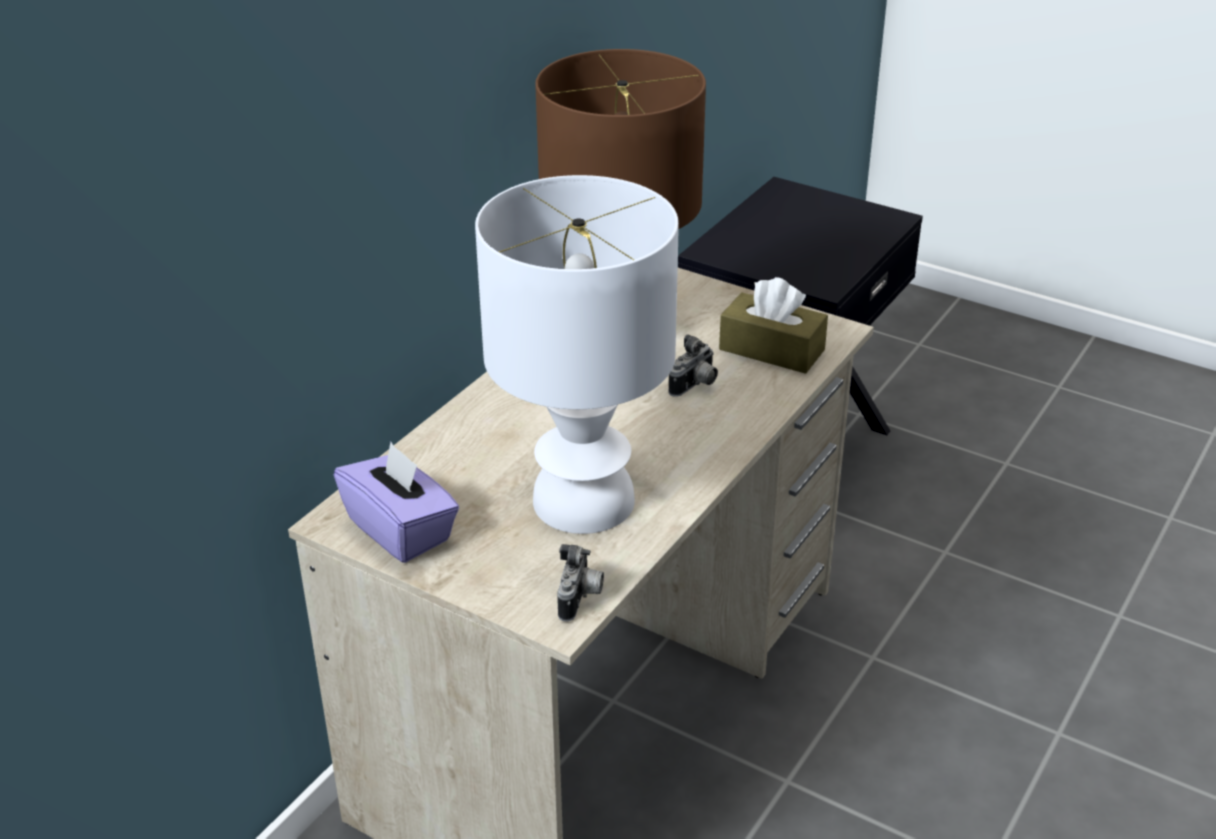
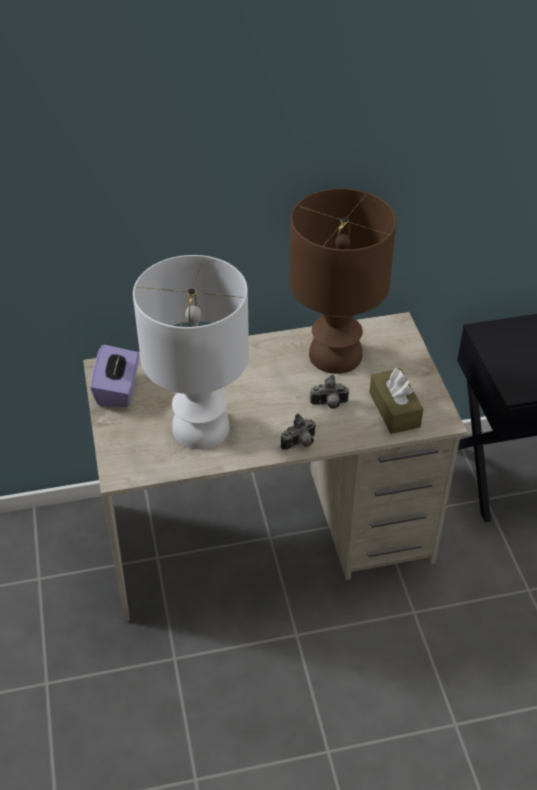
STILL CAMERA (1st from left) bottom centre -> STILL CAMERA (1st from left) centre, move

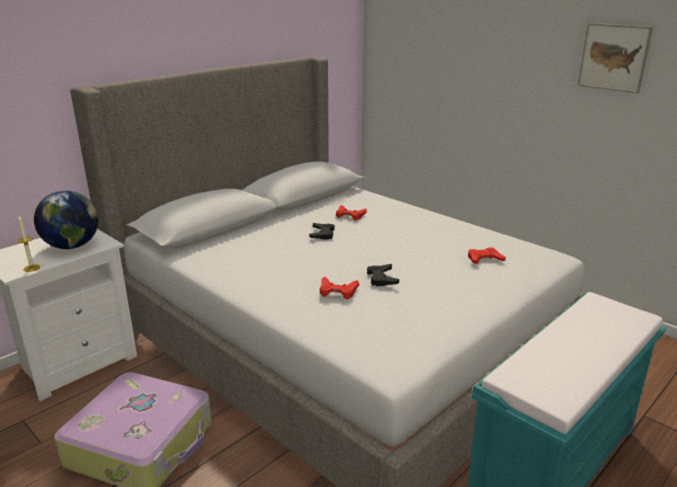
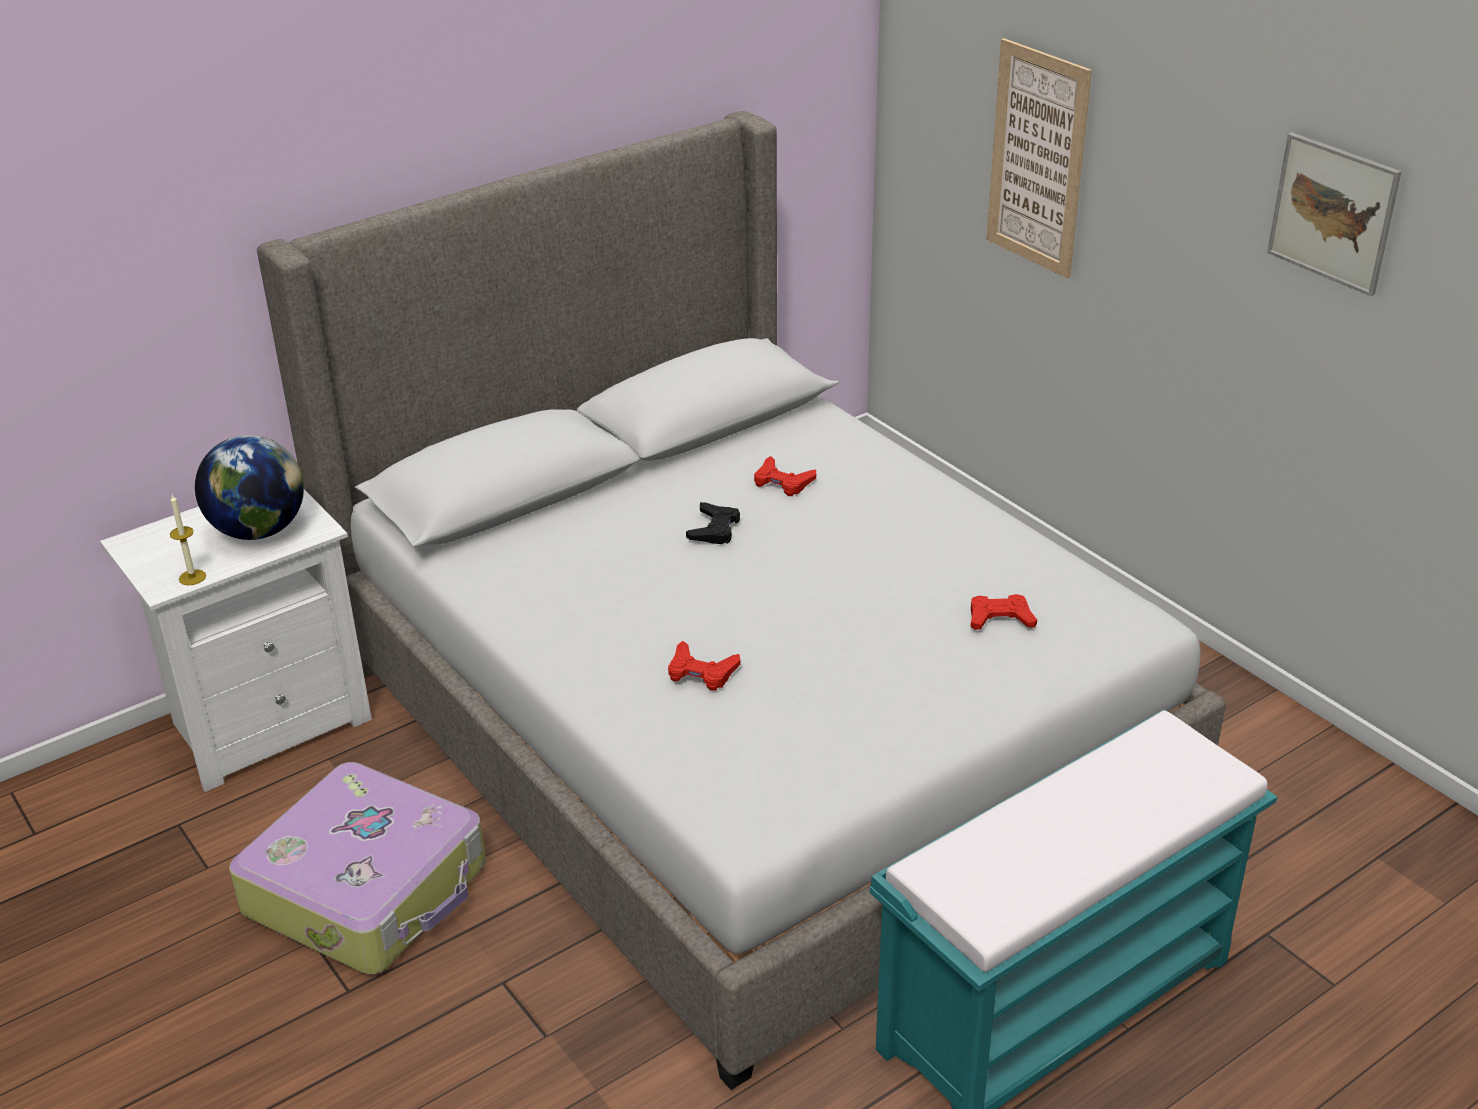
BLACK-COLOURED GAME CONTROLLER (2nd from left) centre -> none
none -> WALL ART (1st from left) top right

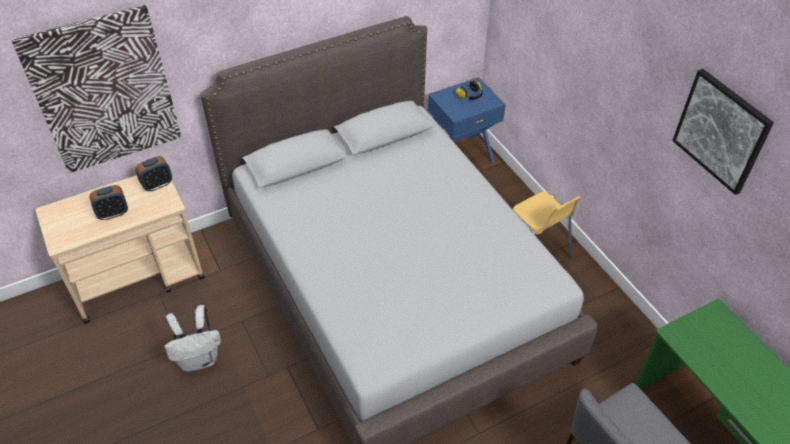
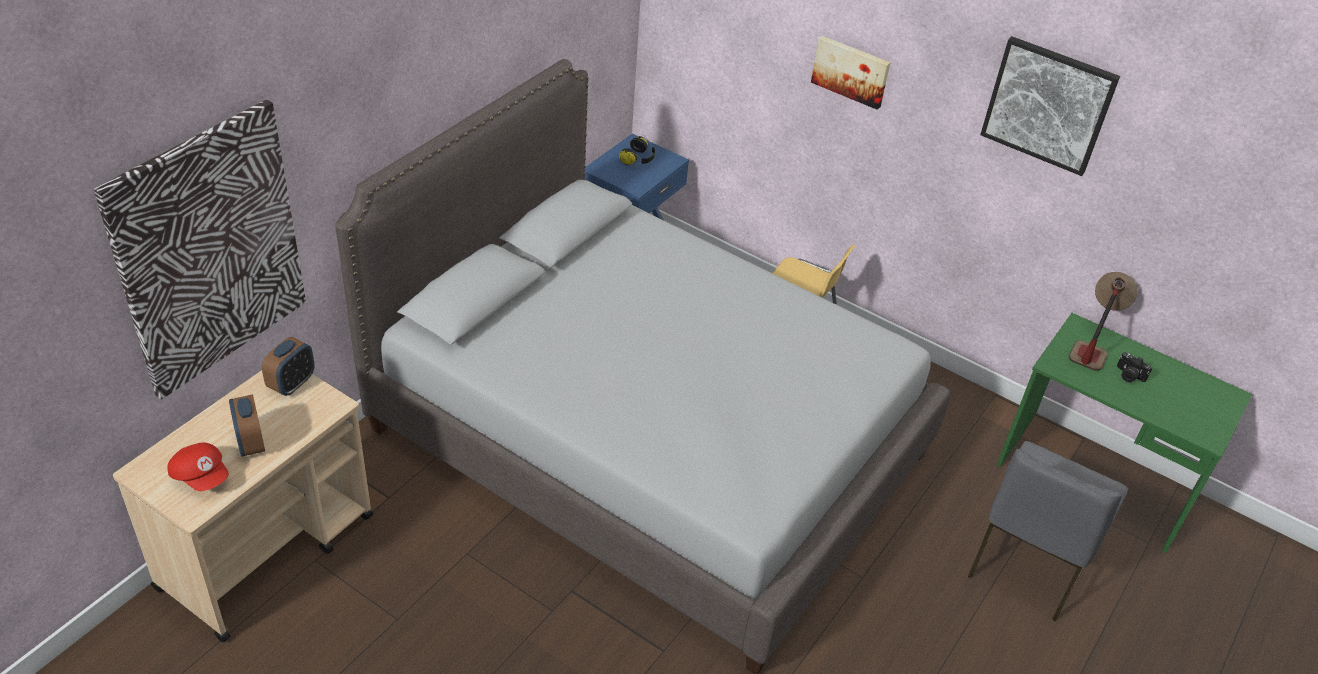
WHITISH KNAPSACK bottom left -> none
none -> REDDISH BASEBALL CAP bottom left
none -> WALL ART (2nd from left) top centre
none -> TABLE LAMP middle right
none -> STILL CAMERA middle right
TABLE CLOCK (1st from left) middle left, 120 degrees clockwise

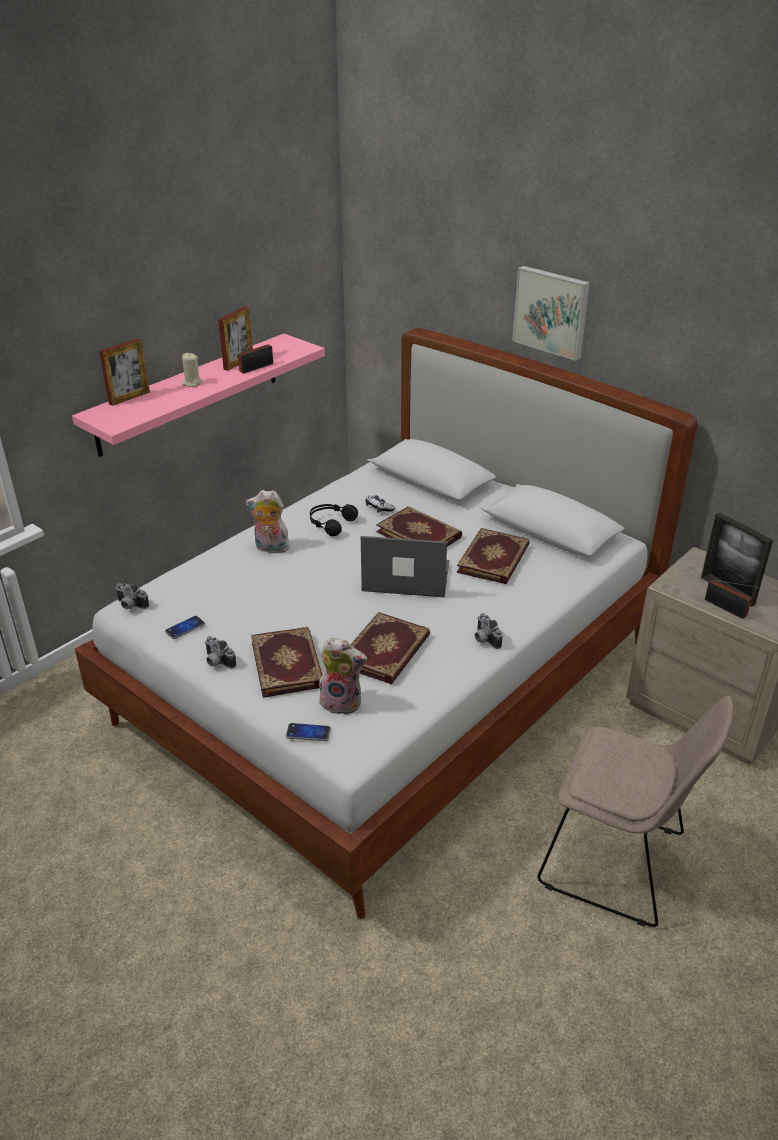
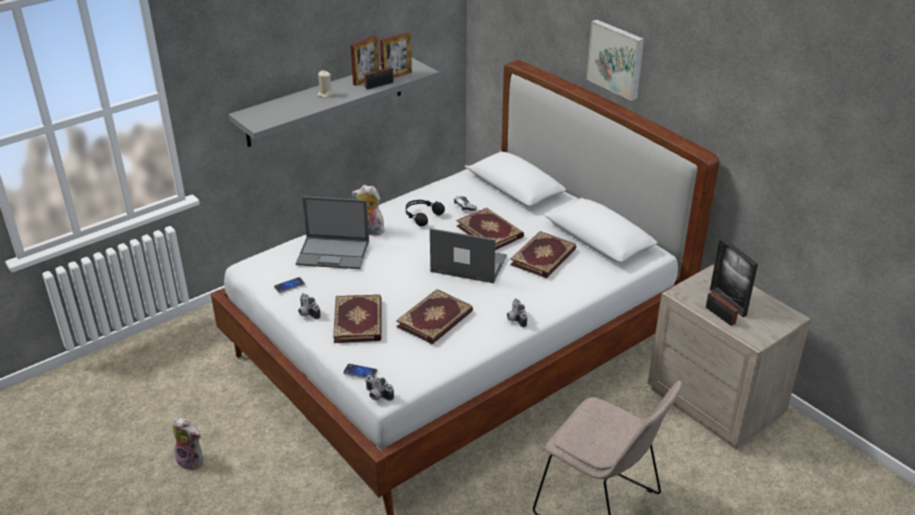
none -> PORTABLE COMPUTER (1st from left) centre
STANDING FRAME (1st from left in the first image) top left -> STANDING FRAME (2nd from left) top centre, move
STILL CAMERA (1st from left in the first image) middle left -> STILL CAMERA (2nd from left) bottom centre, move
PLUSH TOY (2nd from left in the first image) centre -> PLUSH TOY (1st from left) bottom left, move
PINK SHELF middle left -> GREYISH SHELF top centre

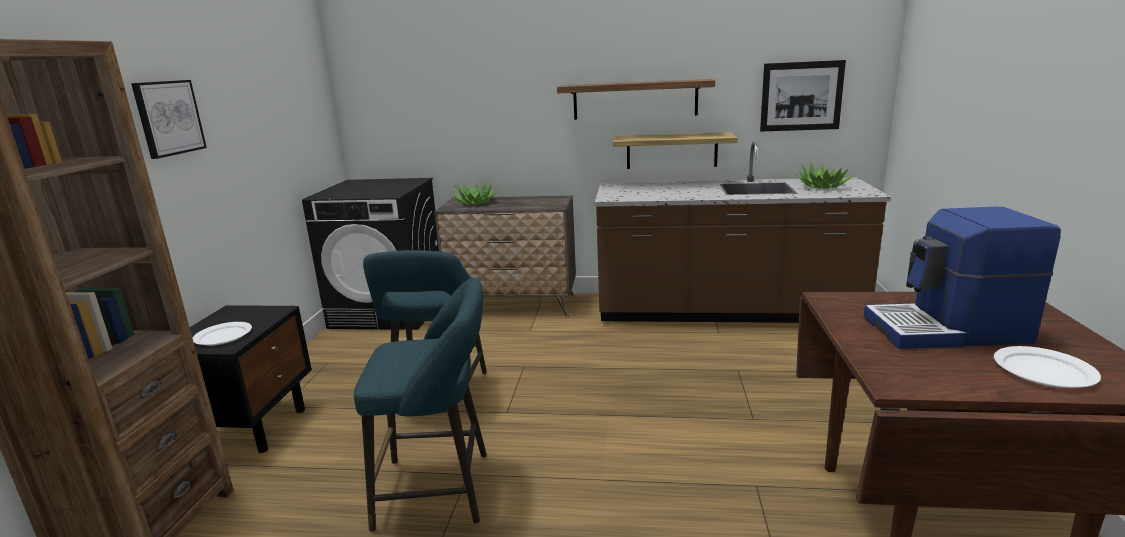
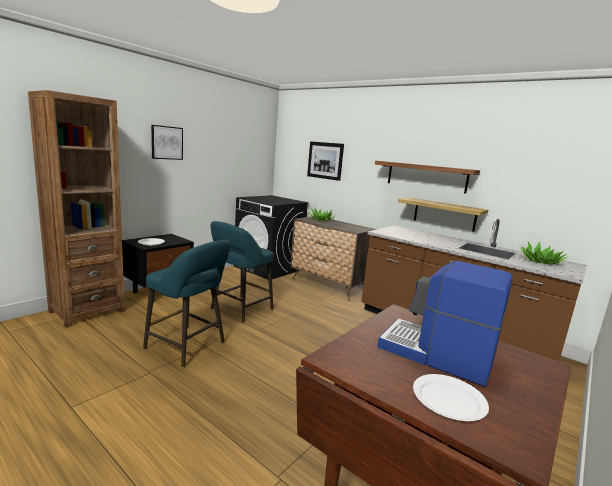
WALL ART (2nd from left) top right -> WALL ART (2nd from left) top centre, move

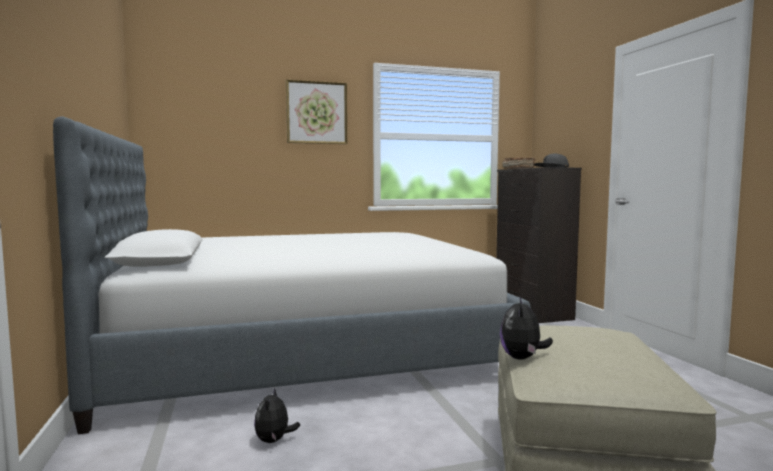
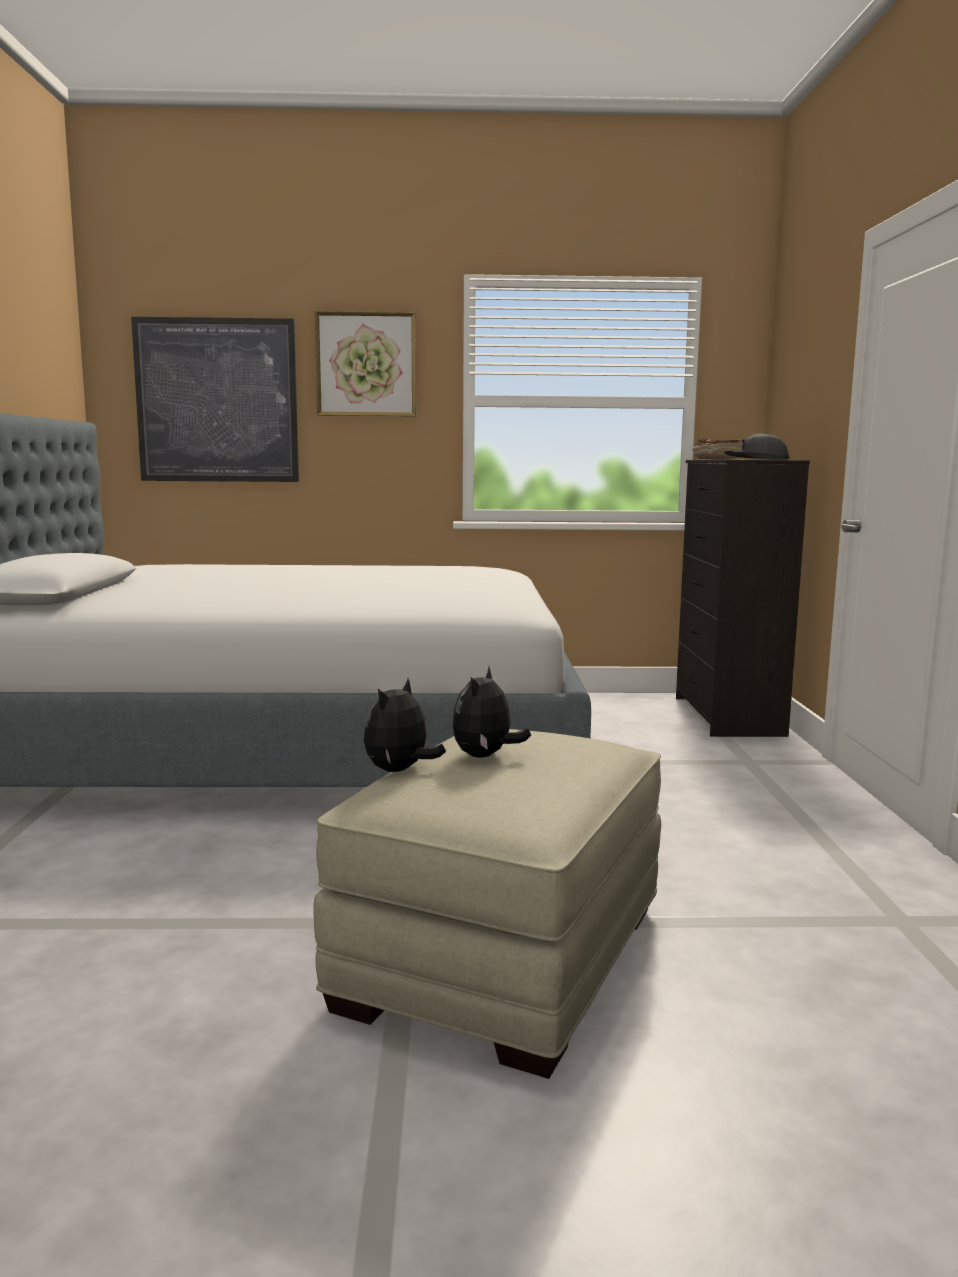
none -> WALL ART (1st from left) top left
PLUSH TOY (1st from left in the first image) bottom centre -> PLUSH TOY (2nd from left) centre, move

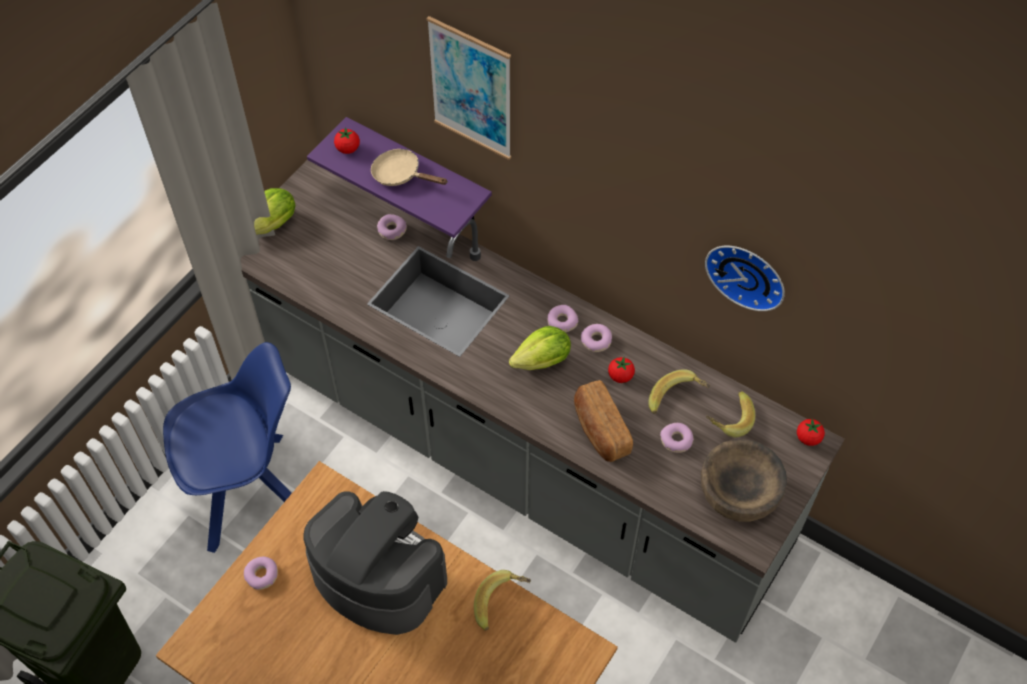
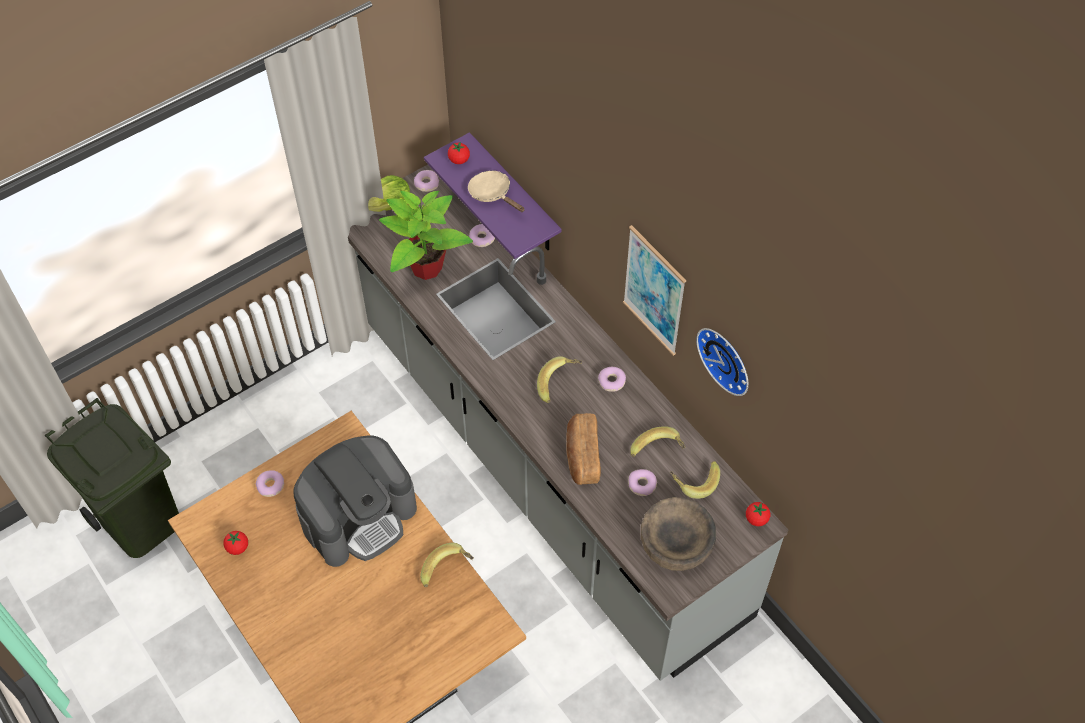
BLUISH PLAIN CHAIR middle left -> none
none -> POTTED PLANT top centre
WALL ART top centre -> WALL ART centre, move
RING DOUGHNUT (3rd from left in the first image) centre -> RING DOUGHNUT (2nd from left) top centre, move
WHOLE TOMATO (2nd from left in the first image) centre -> WHOLE TOMATO (1st from left) bottom left, move
LETTUCE HEAD (2nd from left) centre -> BANANA FRUIT (2nd from left) centre
COFFEE MACHINE bottom centre -> COFFEE MACHINE bottom left, 90 degrees clockwise

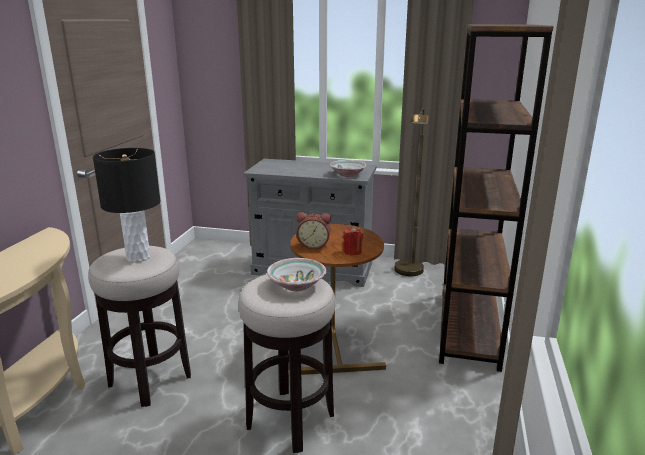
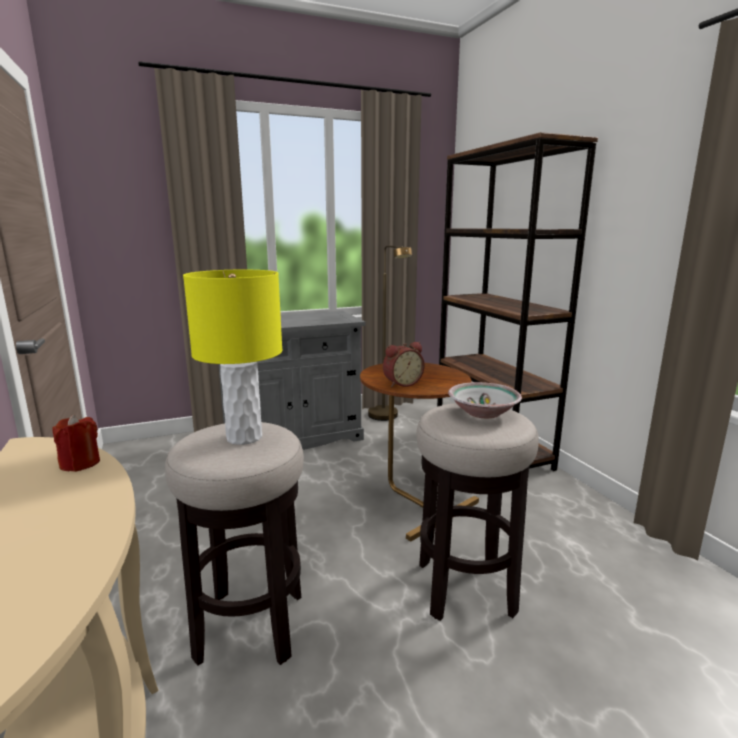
DEEP DISH (2nd from left) centre -> none
REDDISH WAX LIGHT centre -> REDDISH WAX LIGHT middle left, move
BLACK-COLOURED TABLE LAMP middle left -> YELLOW-COLOURED TABLE LAMP middle left

